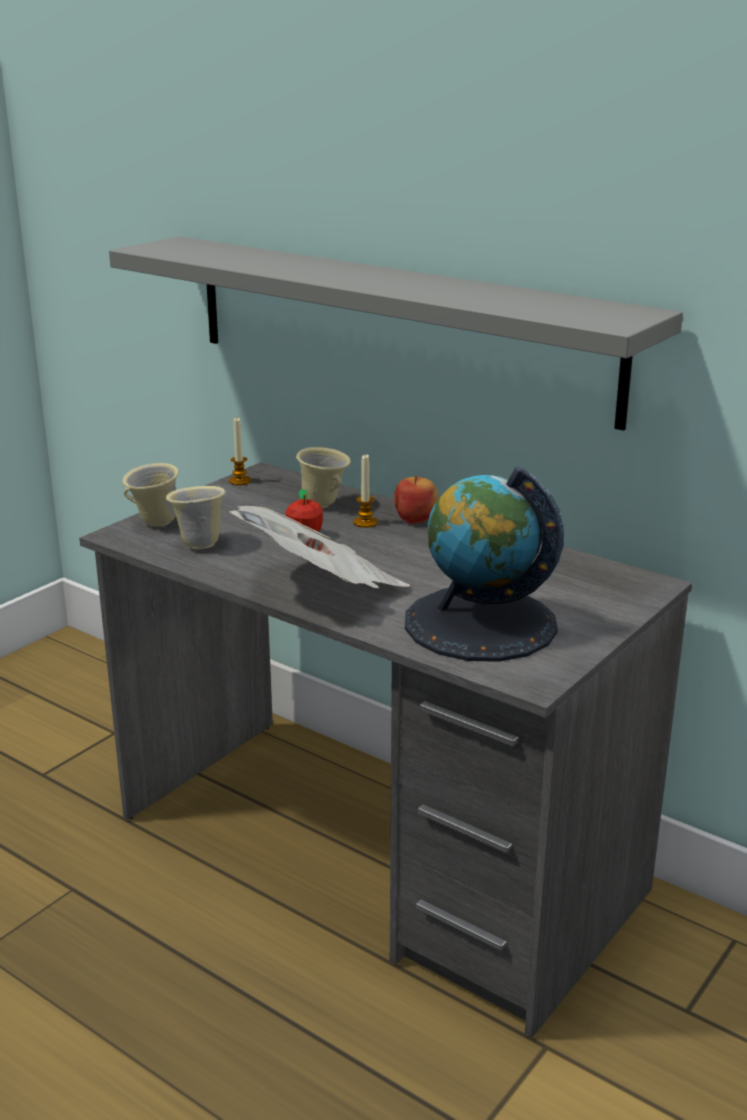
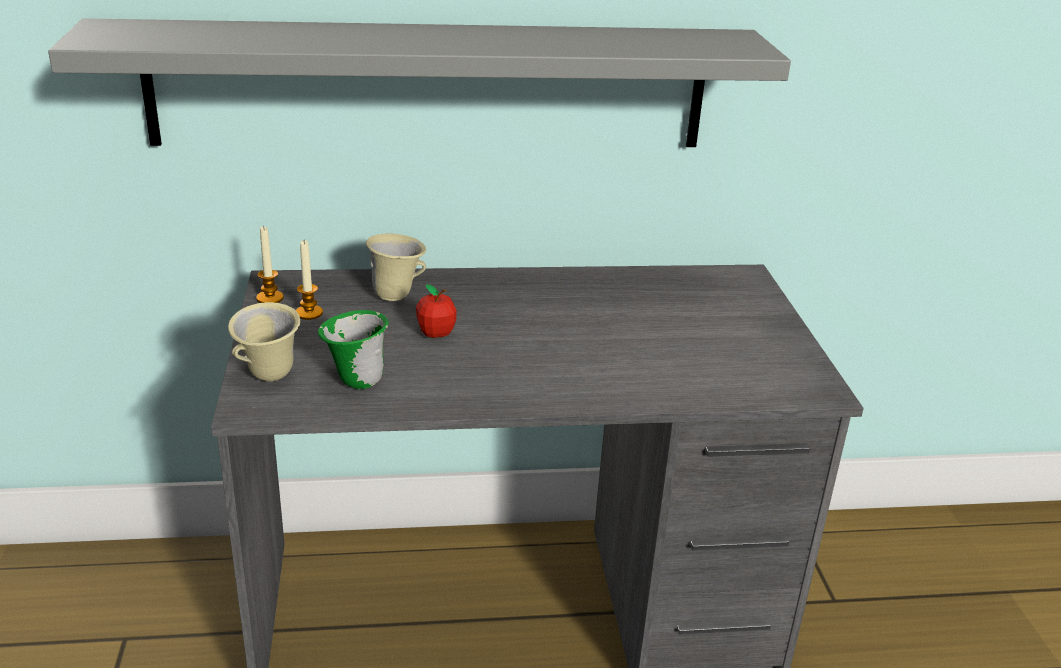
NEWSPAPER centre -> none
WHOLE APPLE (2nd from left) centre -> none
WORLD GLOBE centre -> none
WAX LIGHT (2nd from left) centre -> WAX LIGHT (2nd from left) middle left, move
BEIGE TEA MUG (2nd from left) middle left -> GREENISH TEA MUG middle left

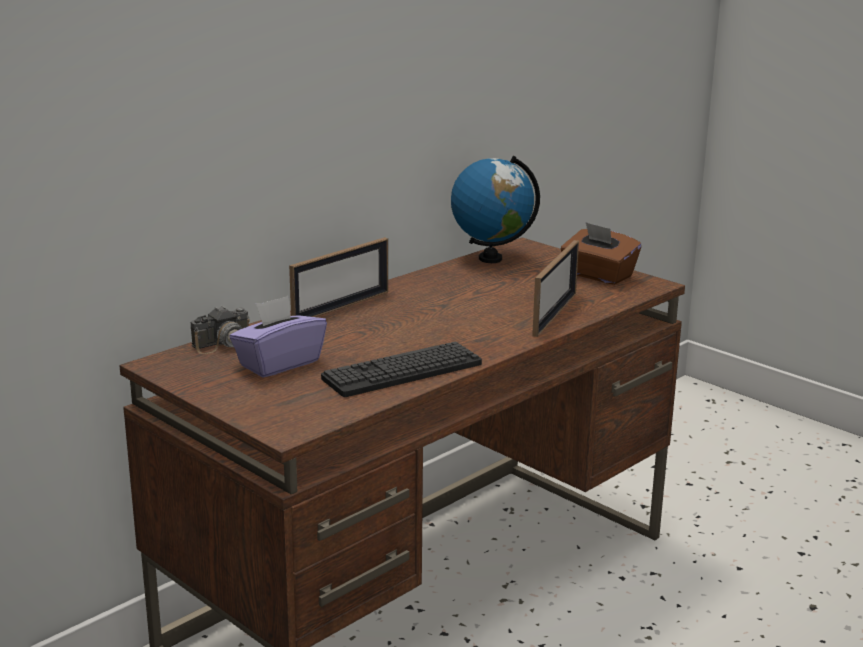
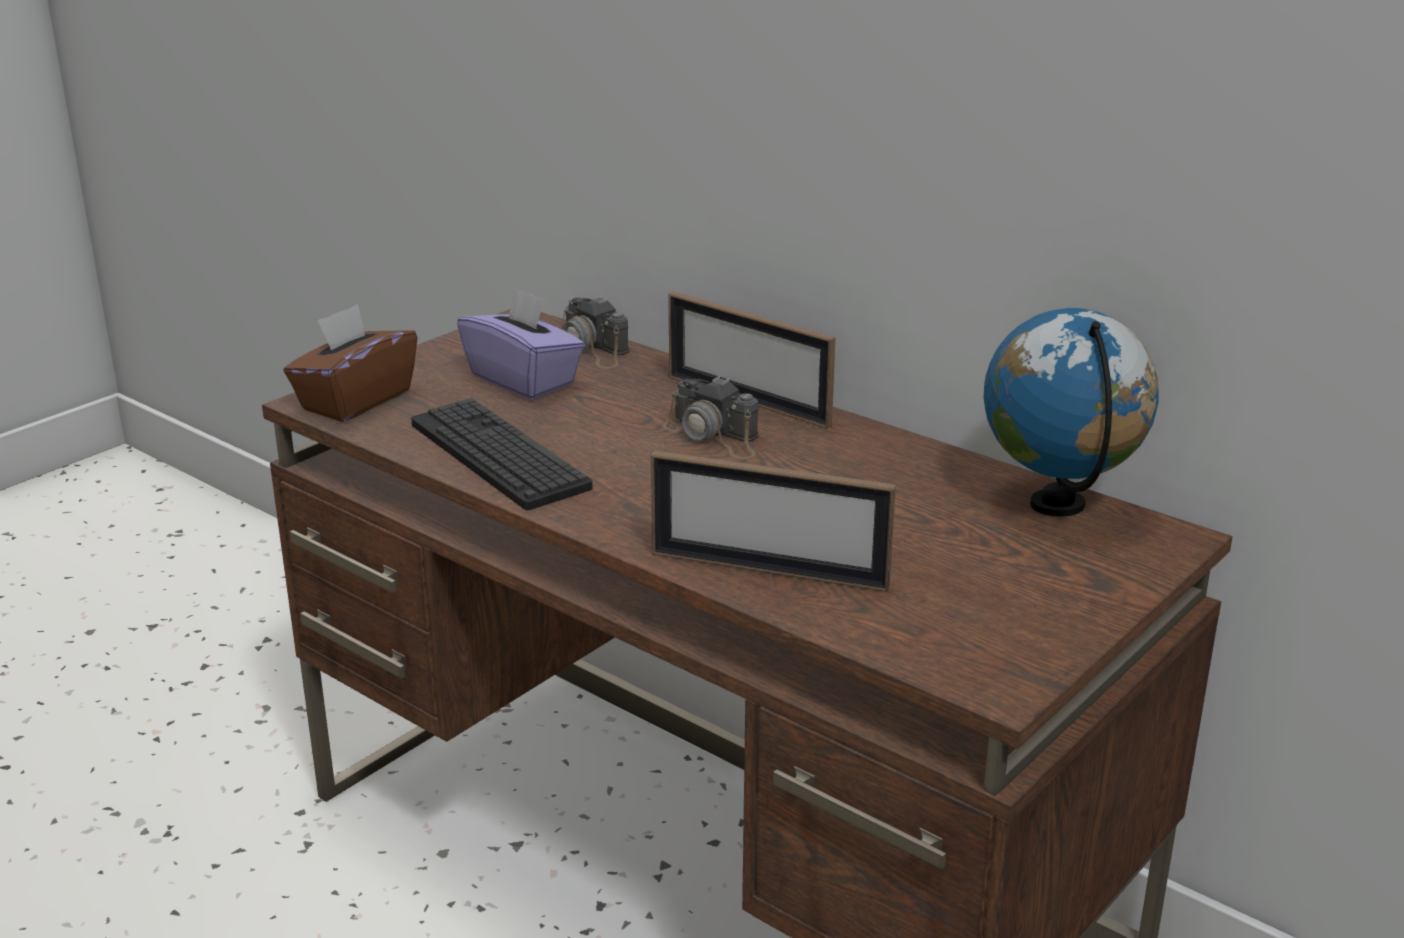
none -> STILL CAMERA (2nd from left) centre
BROWN-COLOURED BOX OF TISSUES middle right -> BROWN-COLOURED BOX OF TISSUES middle left, move

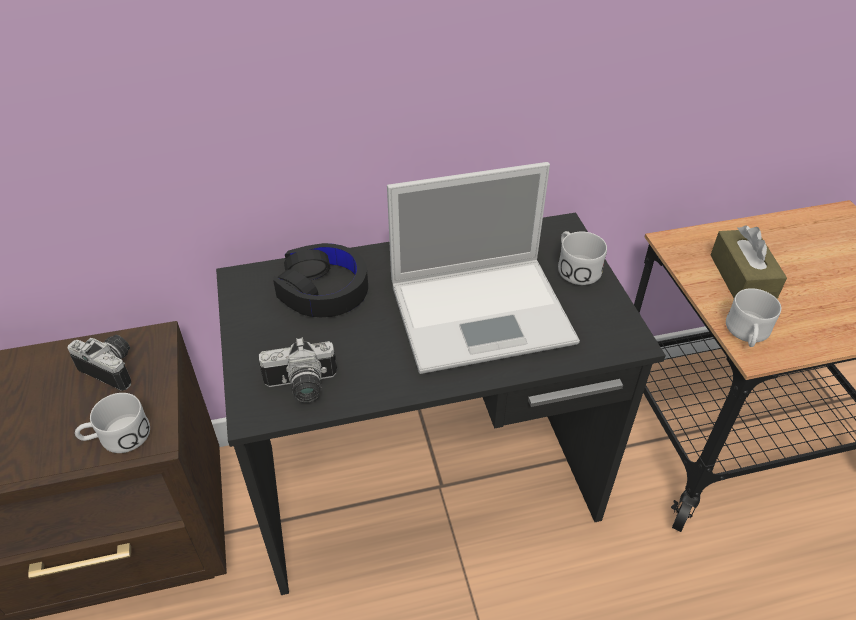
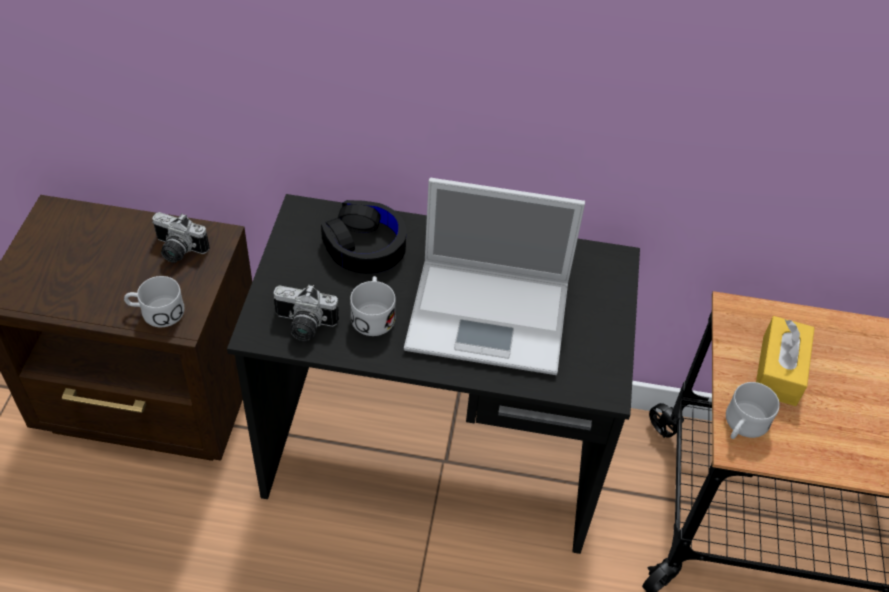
WHITISH TEA MUG (2nd from left) middle right -> WHITISH TEA MUG (2nd from left) centre, move
BROWN-COLOURED BOX OF TISSUES middle right -> YELLOW-COLOURED BOX OF TISSUES middle right
STILL CAMERA (1st from left) middle left, 150 degrees clockwise

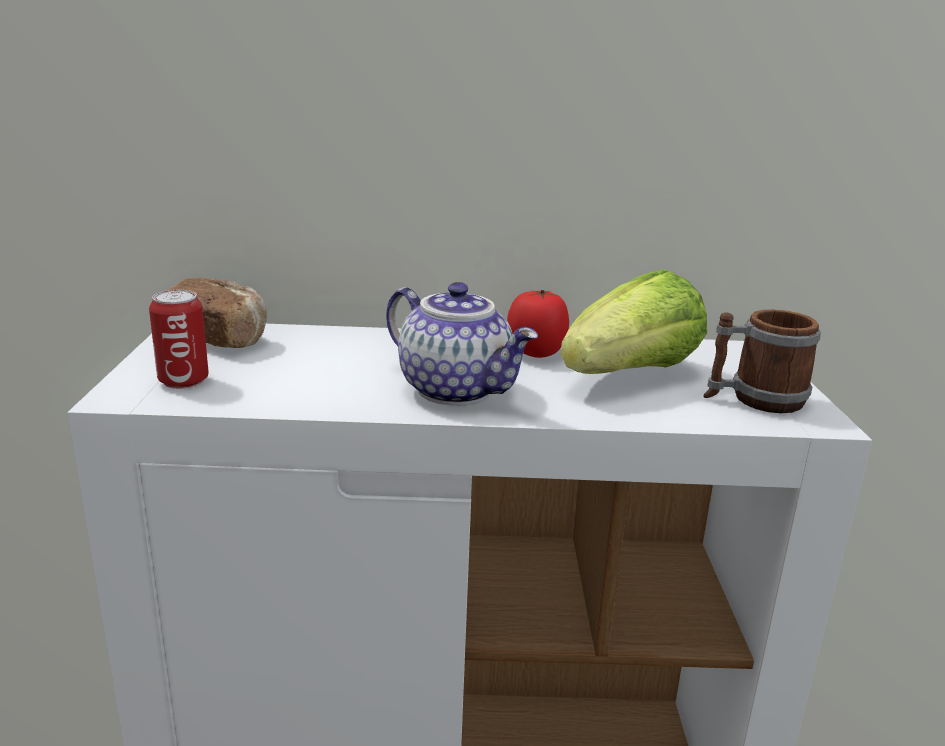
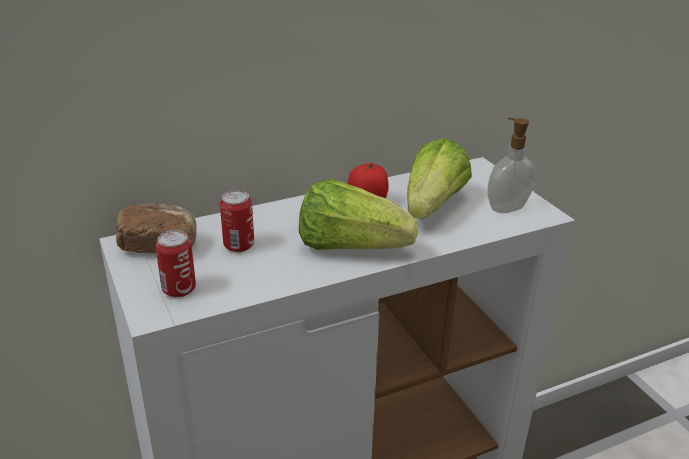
none -> SEALED CAN (2nd from left) centre
TEA POT centre -> LETTUCE HEAD (1st from left) centre
TEA MUG middle right -> LIQUID SOAP BOTTLE middle right

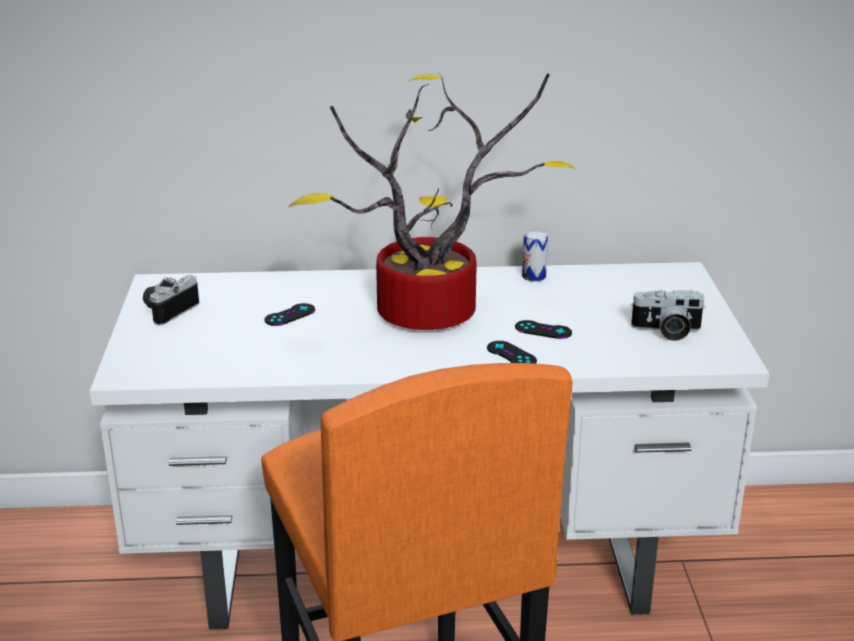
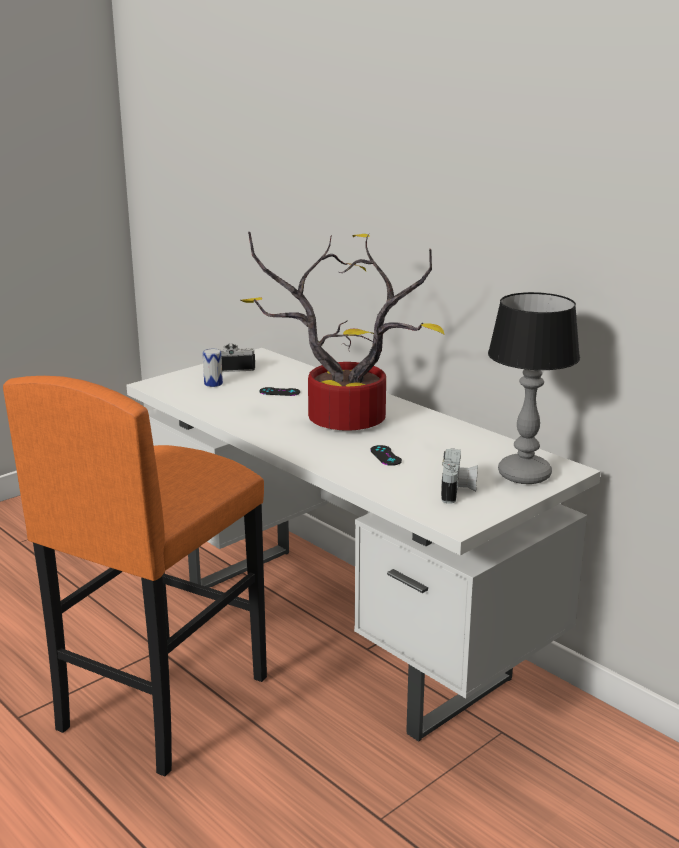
BLACK-COLOURED GAME CONTROLLER (2nd from left) centre -> none
none -> TABLE LAMP middle right
SEALED CAN centre -> SEALED CAN middle left, move
STILL CAMERA (2nd from left) middle right, 135 degrees counterclockwise

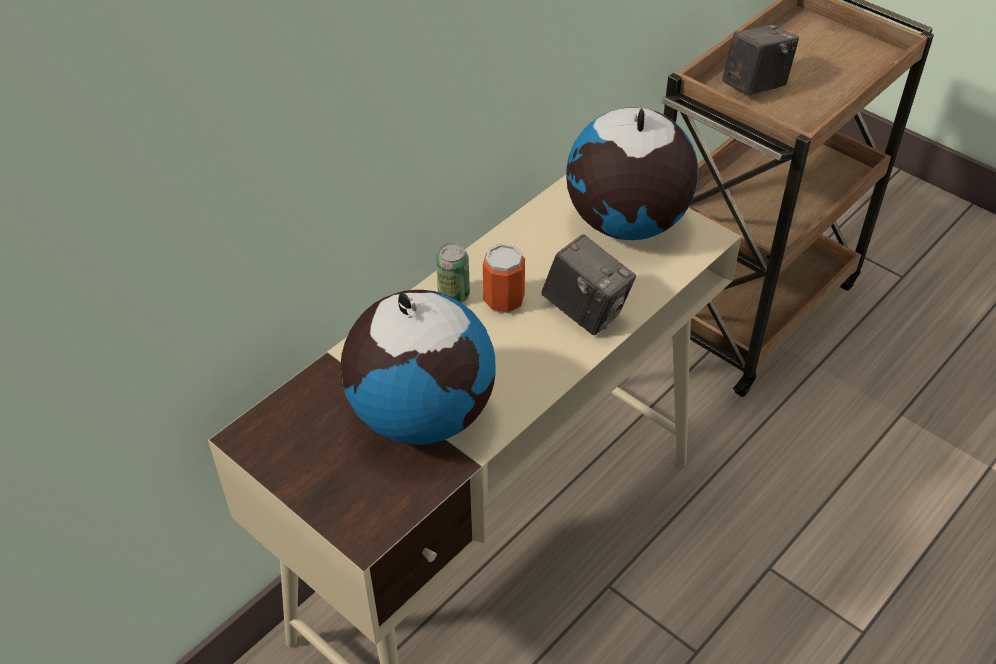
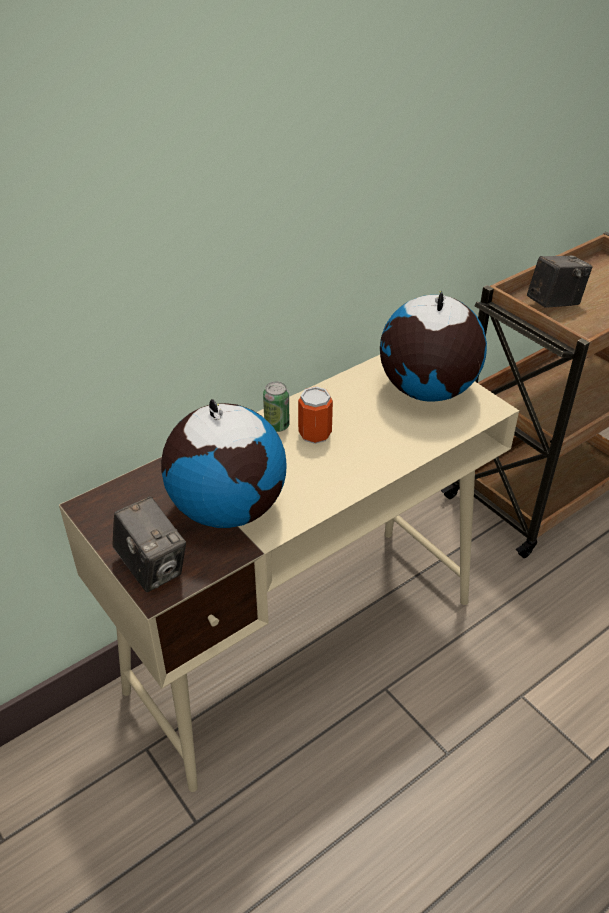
STILL CAMERA (1st from left) centre -> STILL CAMERA (1st from left) middle left, move

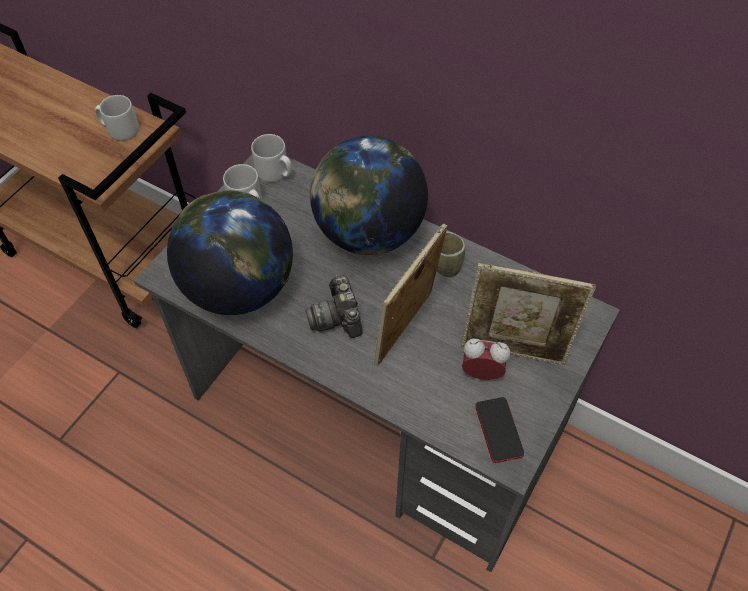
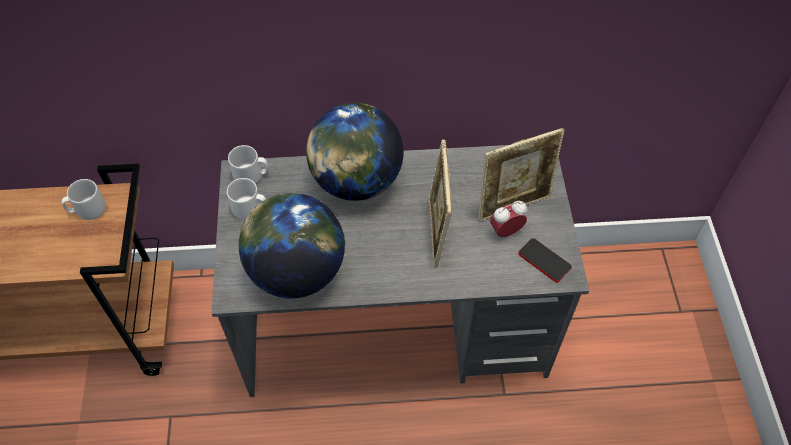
STILL CAMERA centre -> none
SMALL CUP centre -> none

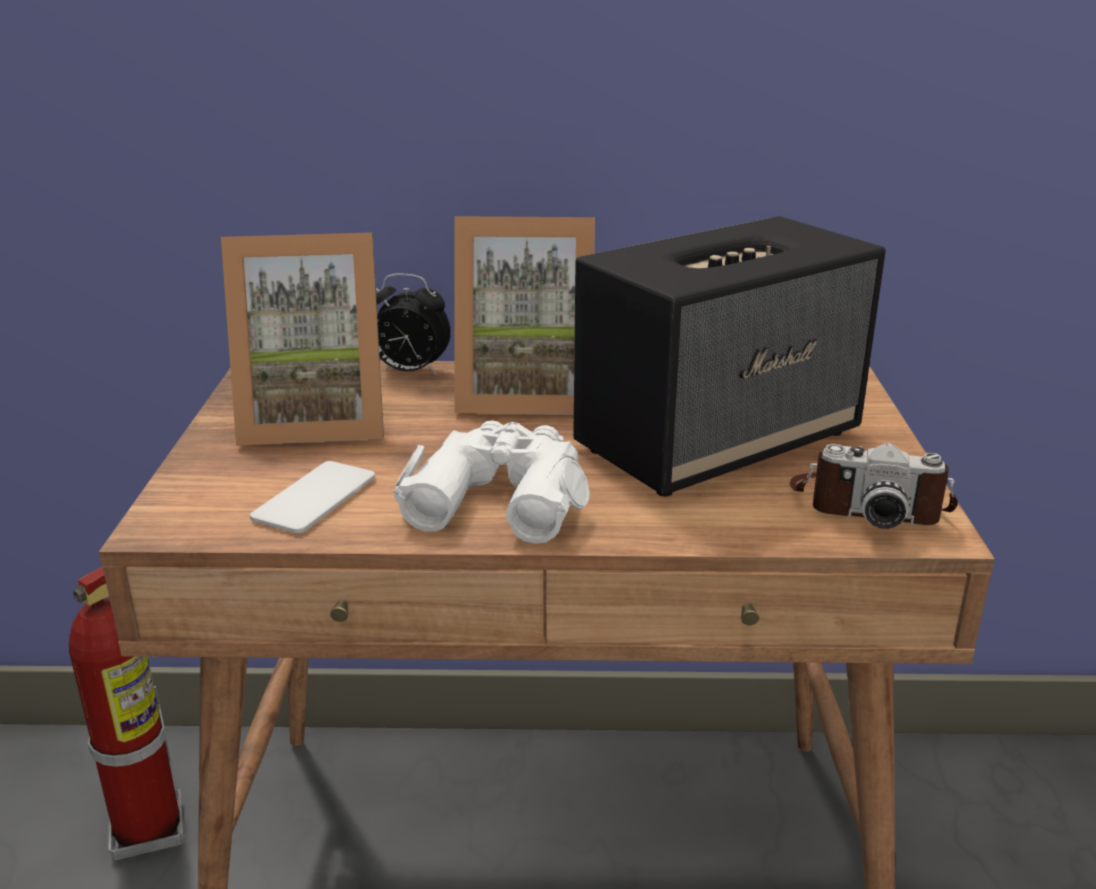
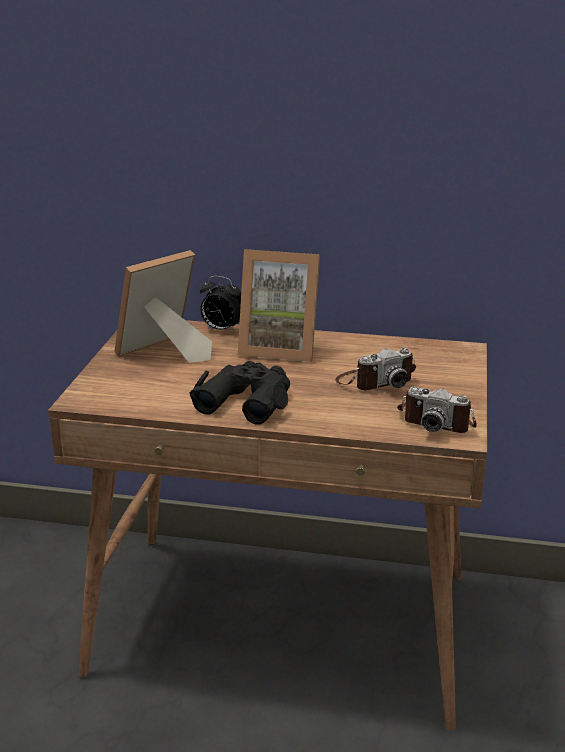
FIRE-FIGHTING CYLINDER bottom left -> none
PHONE middle left -> none
LOUDSPEAKER centre -> STILL CAMERA (1st from left) centre
WHITISH BINOCULARS centre -> BLACK-COLOURED BINOCULARS centre
STANDING FRAME (1st from left) middle left, 135 degrees clockwise

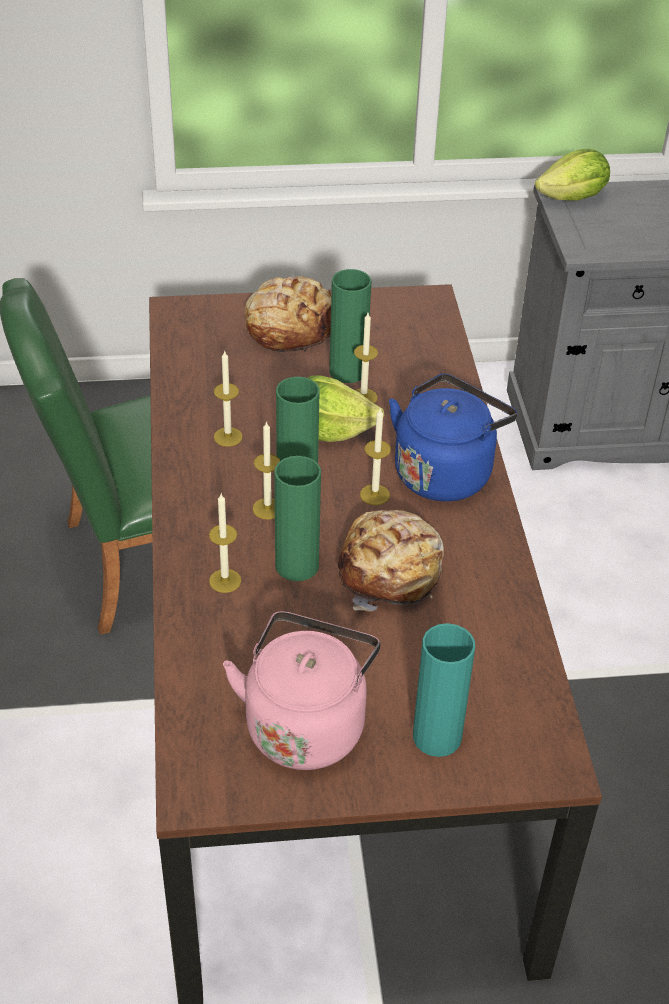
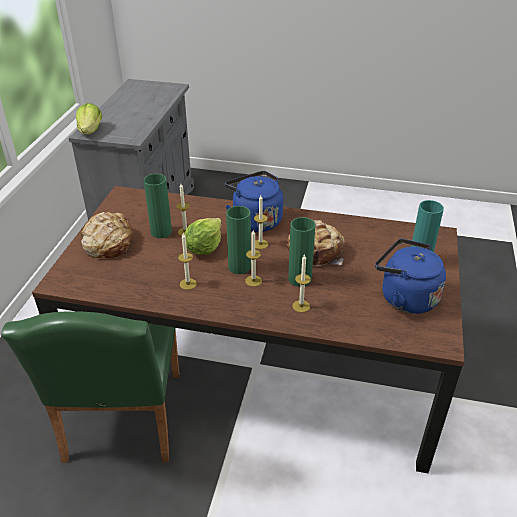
PINK TEA KETTLE bottom centre -> BLUISH TEA KETTLE (2nd from left) middle right

